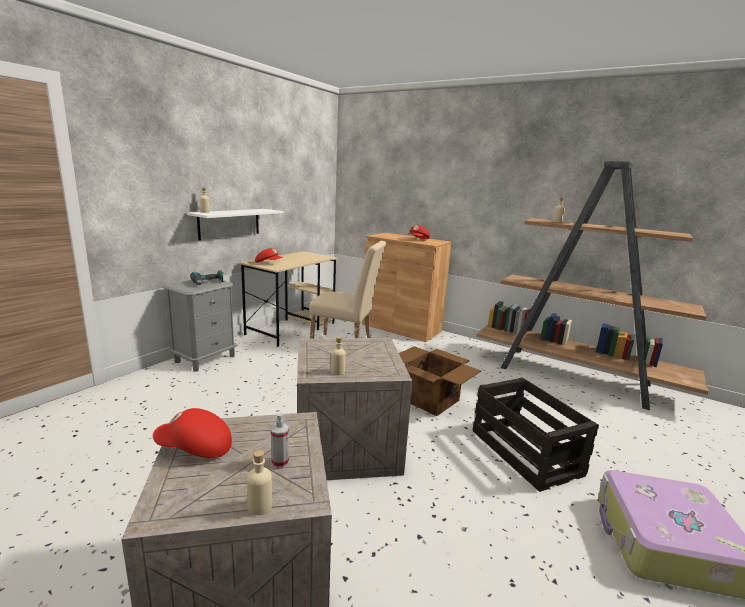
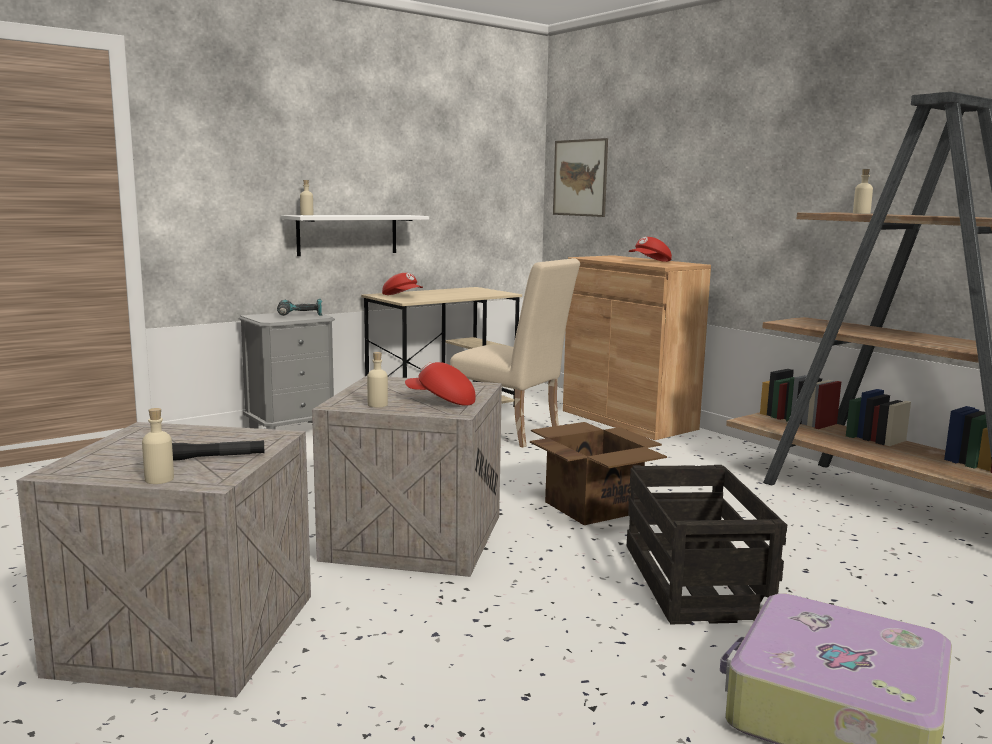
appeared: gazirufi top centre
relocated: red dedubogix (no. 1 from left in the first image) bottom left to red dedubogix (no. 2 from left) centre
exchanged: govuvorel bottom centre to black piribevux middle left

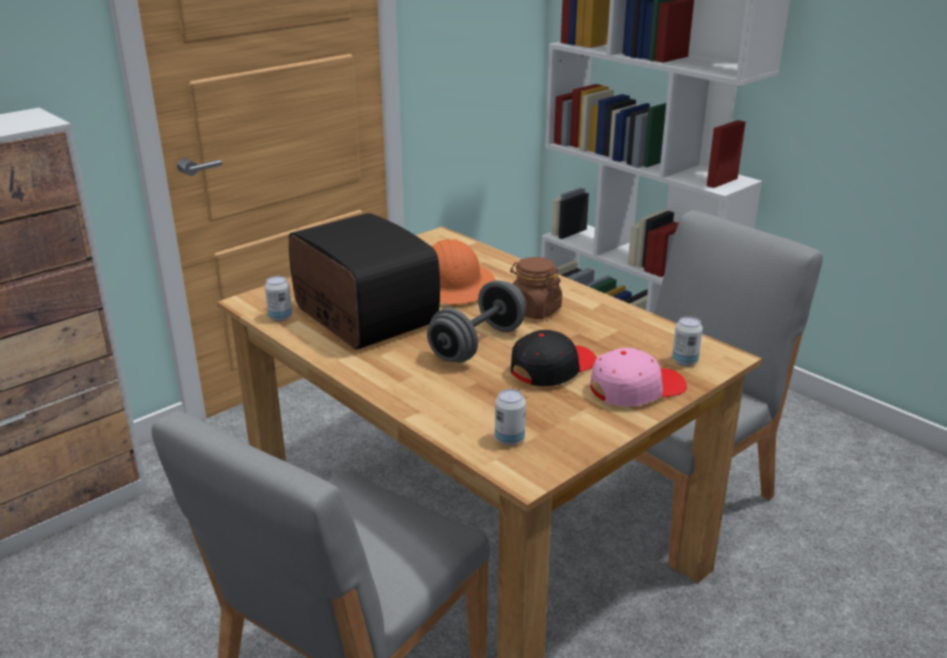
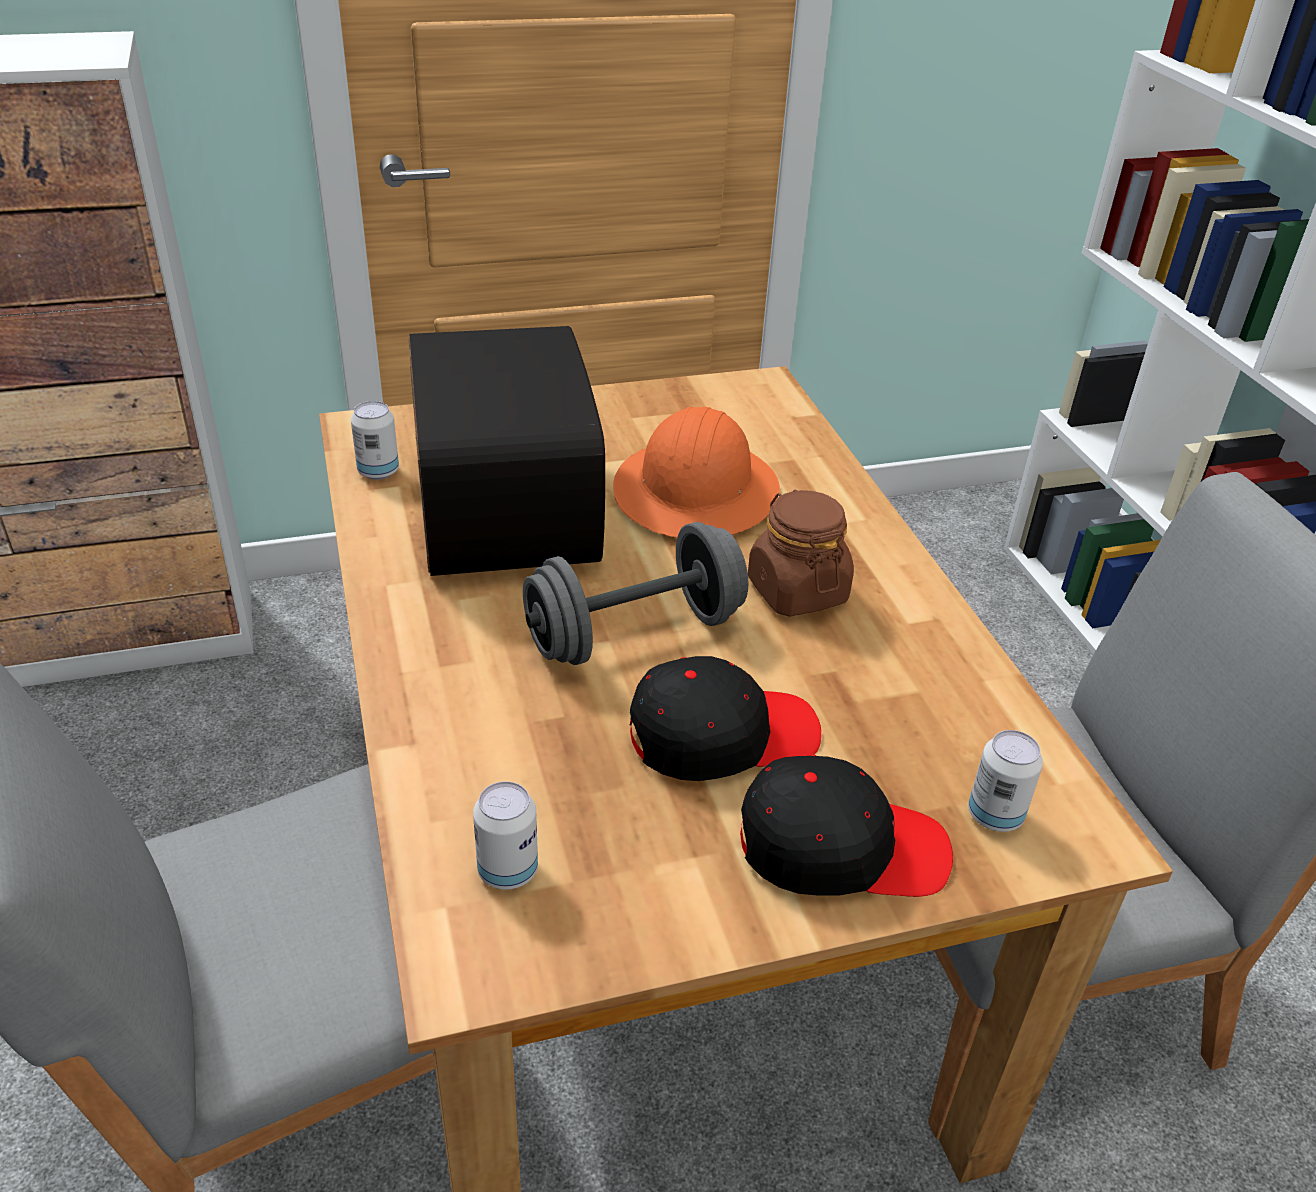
colour: pink dedubogix middle right to black dedubogix (no. 2 from left) bottom centre

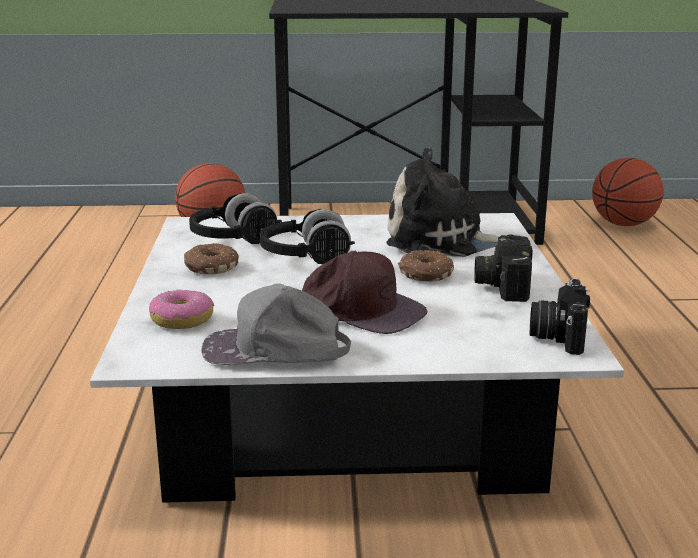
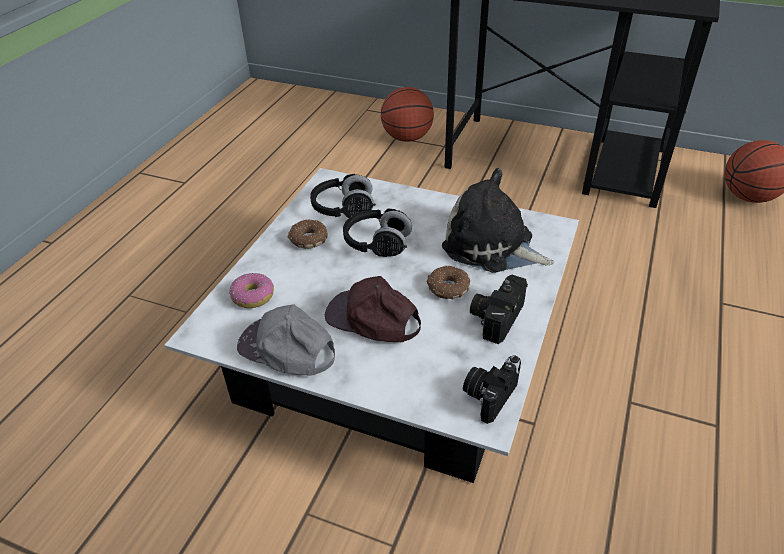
spun: brown dedubogix centre = centre 150 degrees clockwise

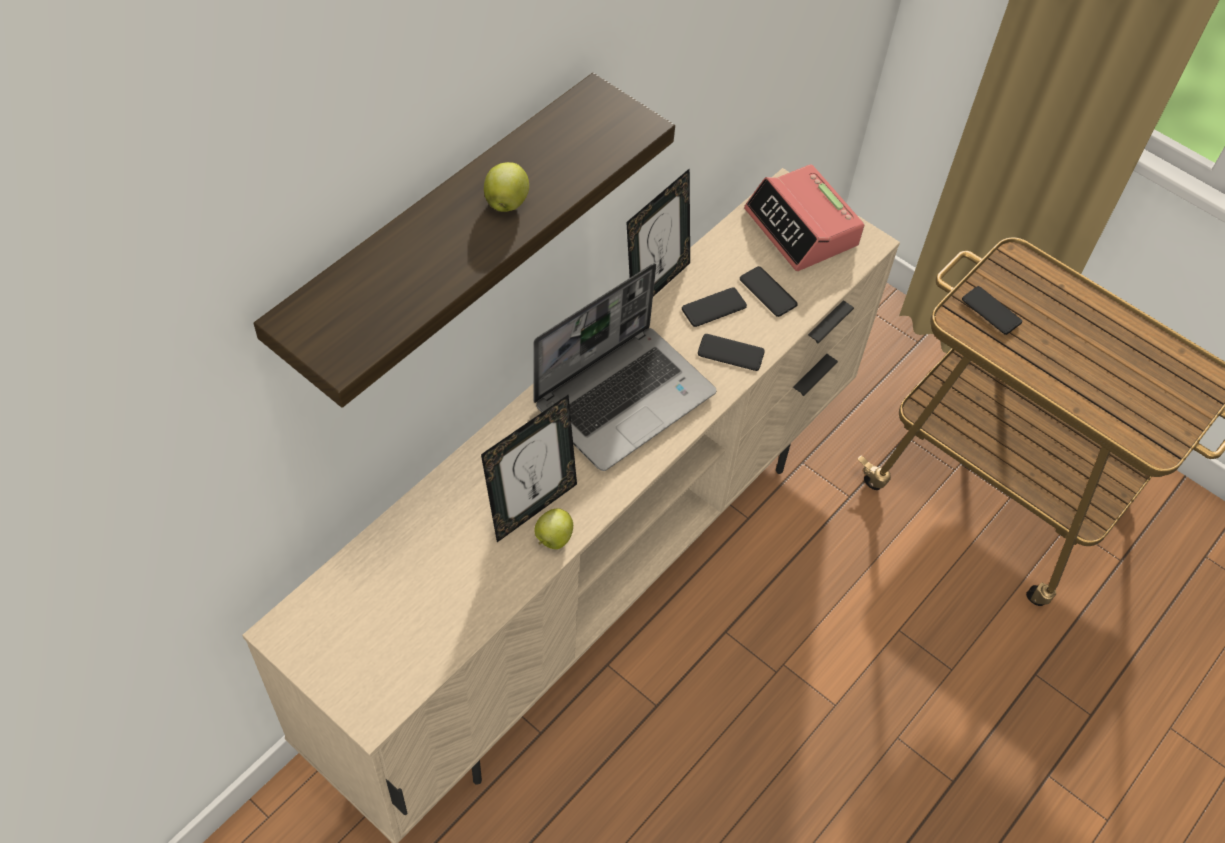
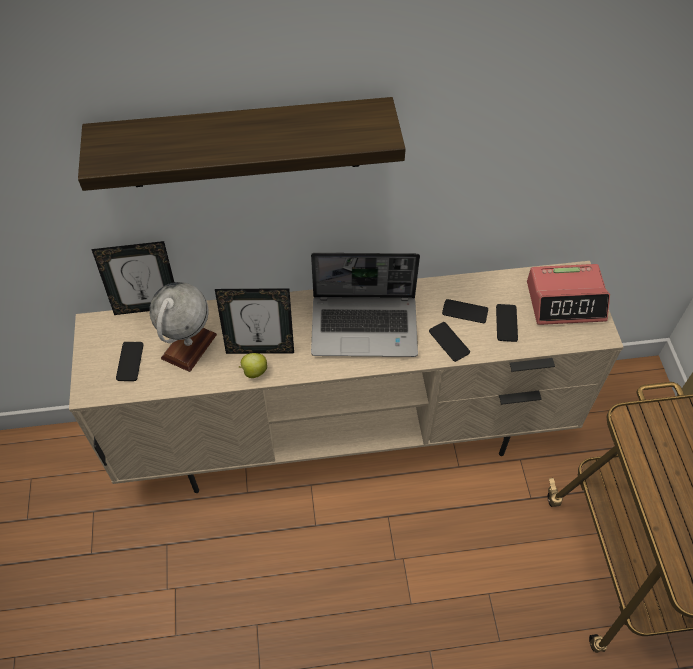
missing: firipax (no. 1 from left) top centre
appeared: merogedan middle left
relocated: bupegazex (no. 2 from left in the first image) top centre to bupegazex (no. 1 from left) middle left; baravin (no. 4 from left in the first image) middle right to baravin (no. 1 from left) middle left
spun: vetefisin top centre = middle right 105 degrees counterclockwise

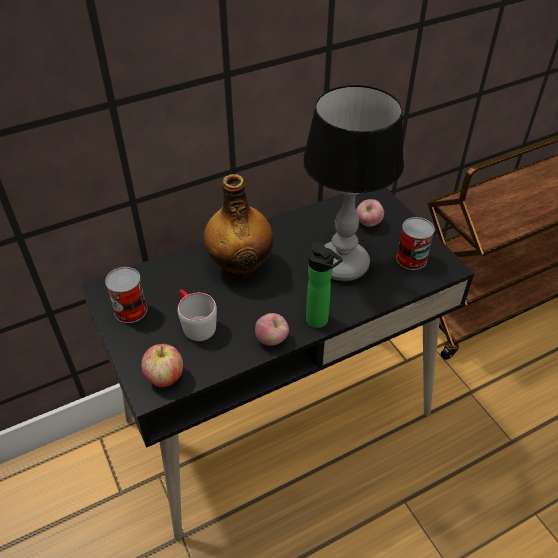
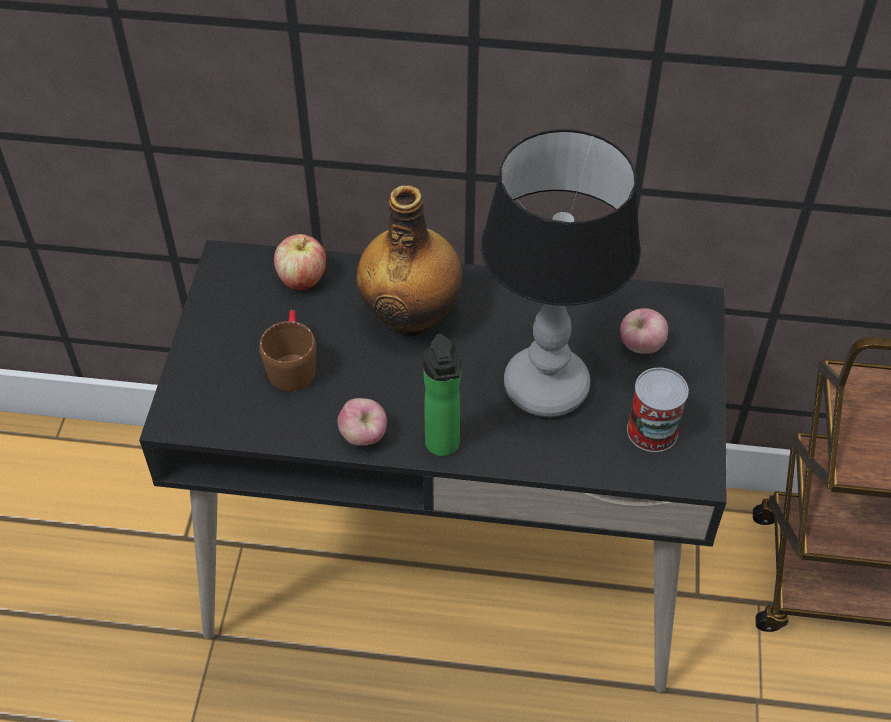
missing: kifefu (no. 1 from left) middle left
relocated: firipax (no. 1 from left) middle left to centre
colour: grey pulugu centre to brown pulugu middle left

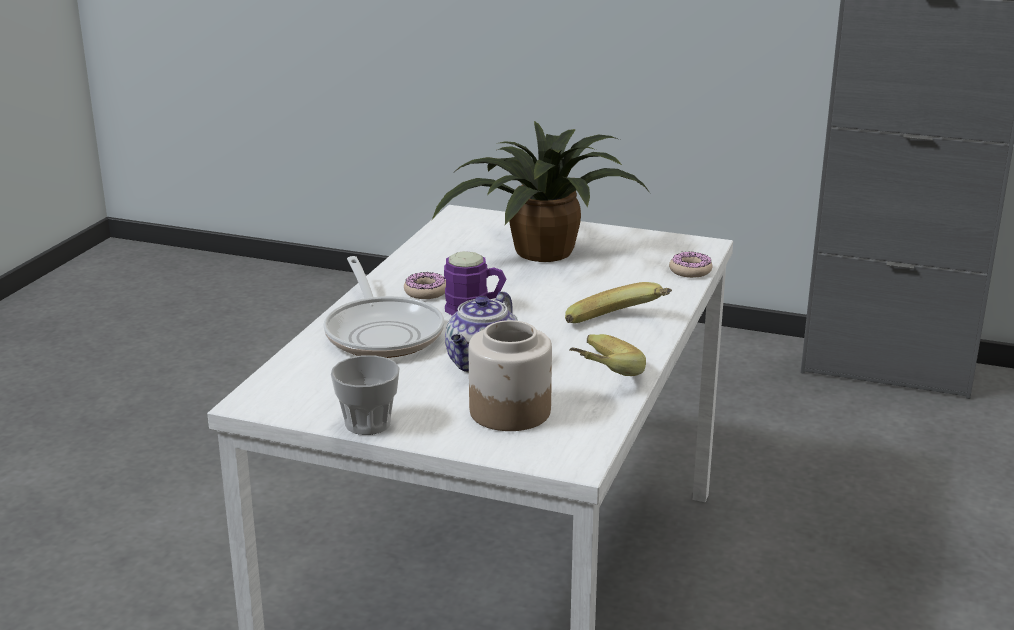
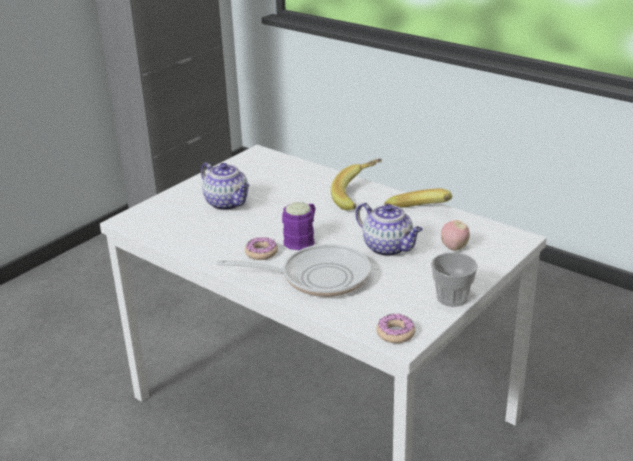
relocated: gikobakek (no. 2 from left) middle right to bottom centre
exchanged: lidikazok top centre to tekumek (no. 1 from left) centre; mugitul centre to firipax middle right

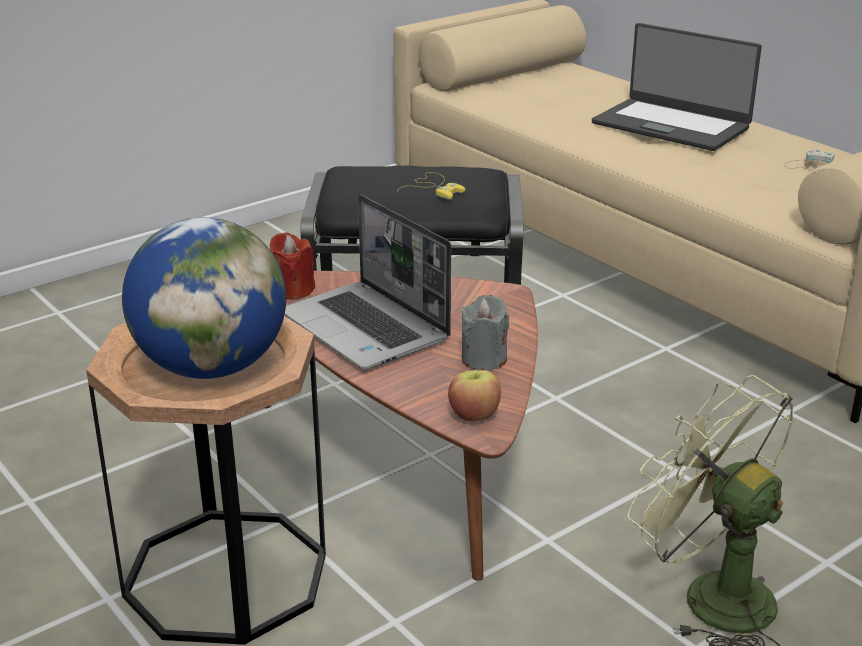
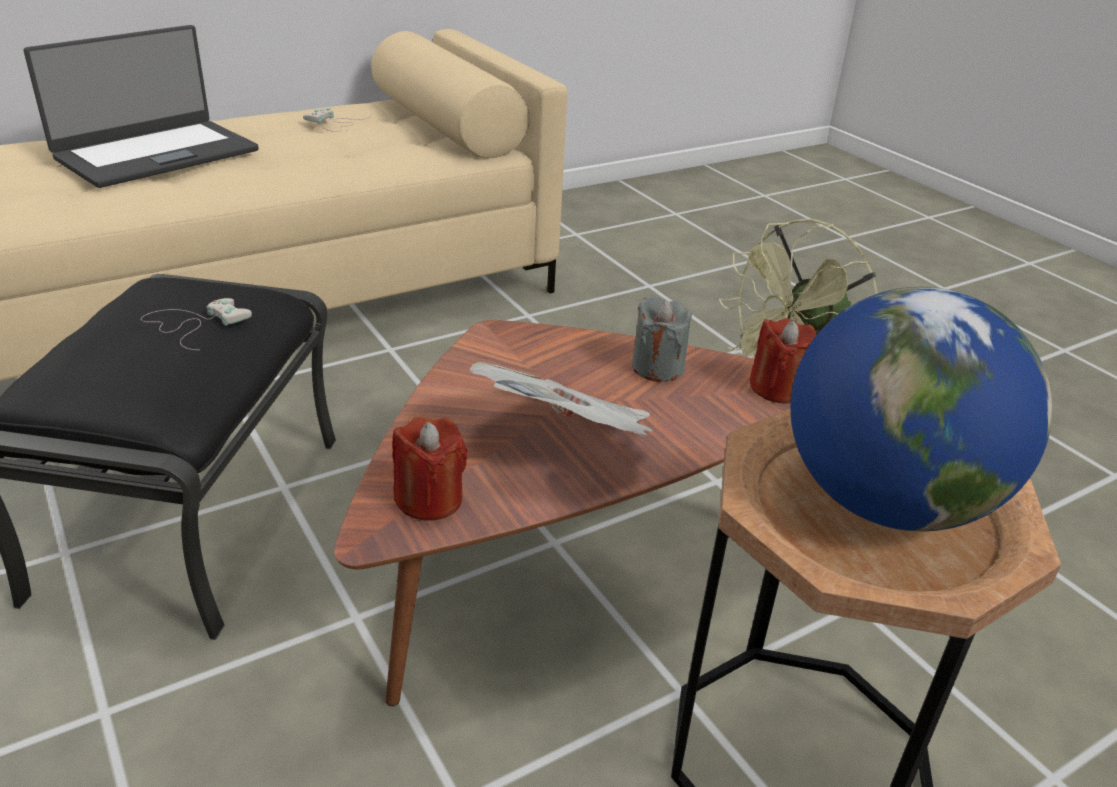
exchanged: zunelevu (no. 1 from left) centre to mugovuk centre; firipax centre to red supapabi (no. 2 from left) middle right
colour: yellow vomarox top centre to white vomarox (no. 1 from left) middle left

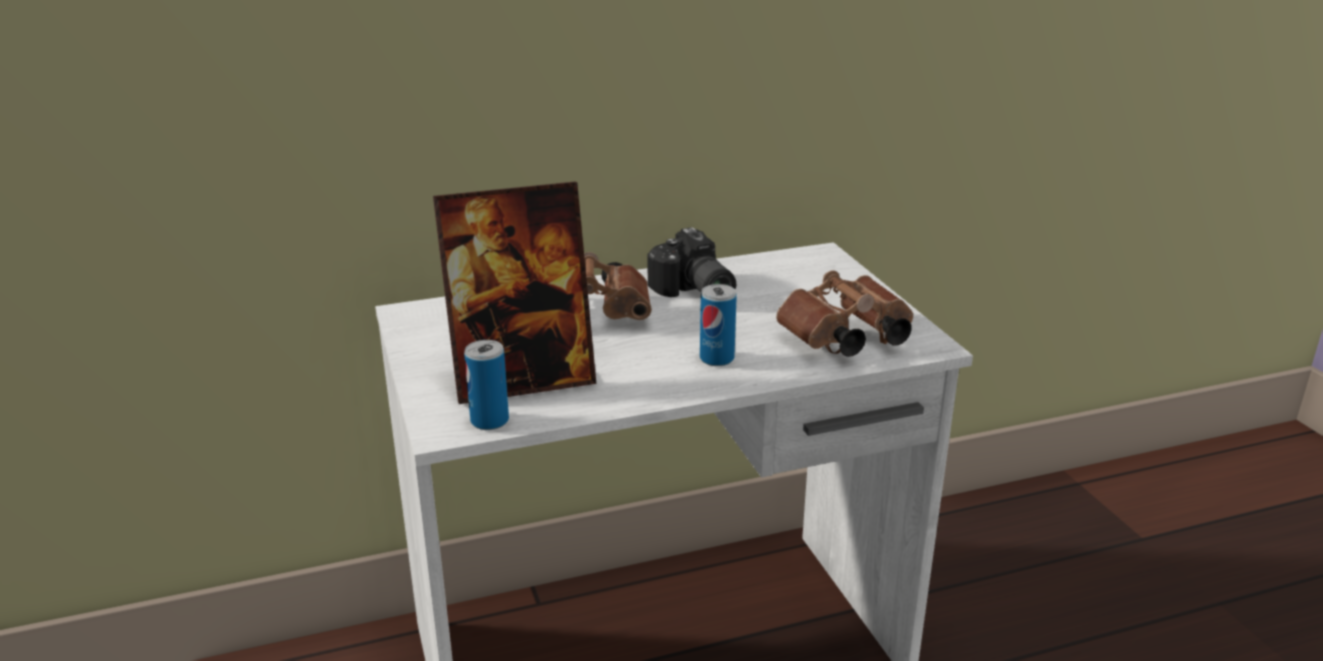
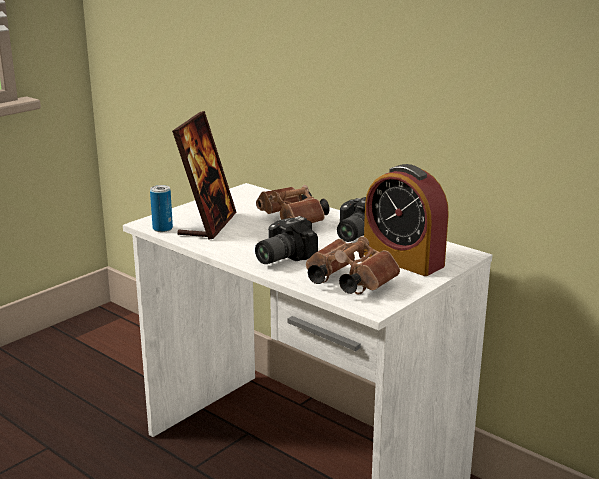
appeared: vetefisin middle right
exchanged: kifefu (no. 2 from left) centre to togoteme (no. 1 from left) centre
spun: bupegazex centre = centre 120 degrees counterclockwise

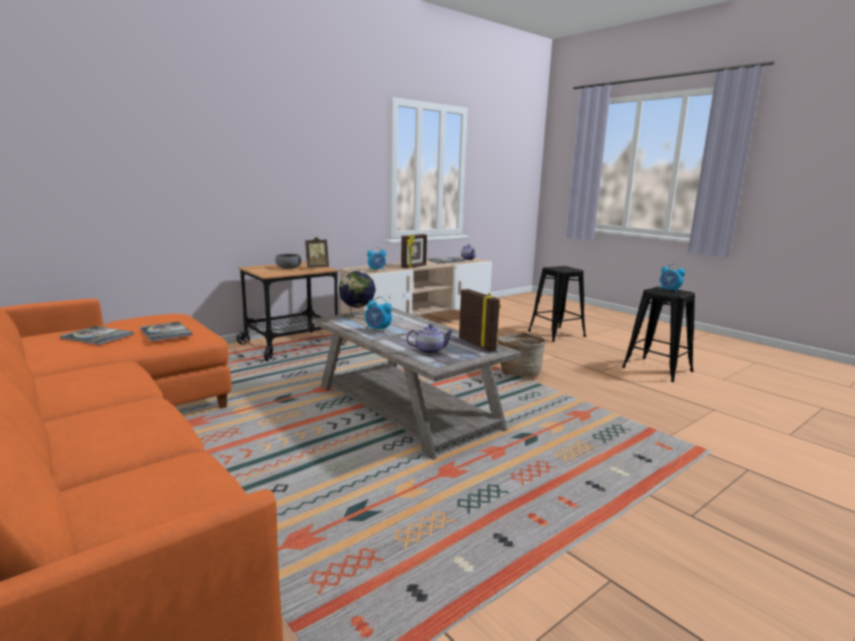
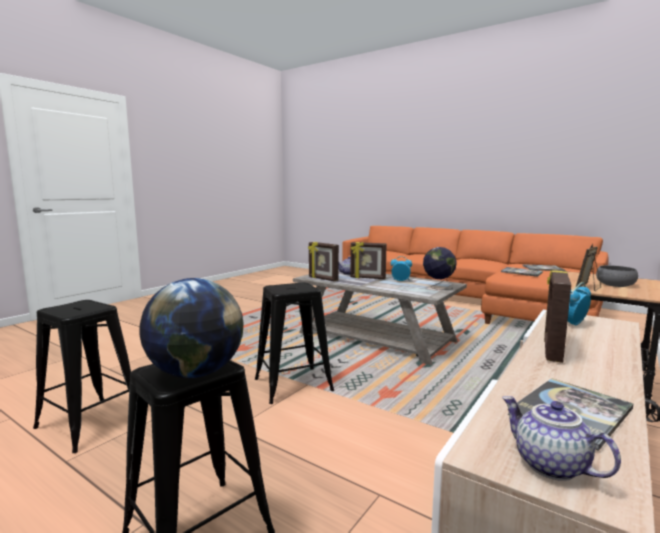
missing: vetefisin (no. 3 from left) middle right
appeared: merogedan (no. 1 from left) middle left; bupegazex (no. 2 from left) centre
exchanged: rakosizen centre to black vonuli (no. 3 from left) centre

